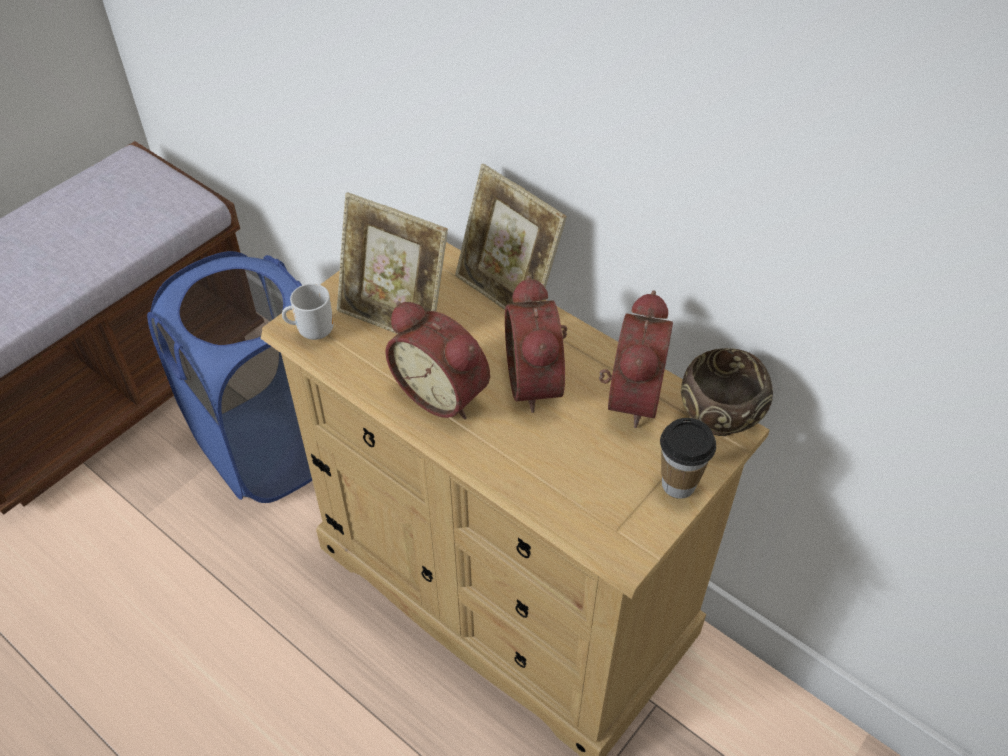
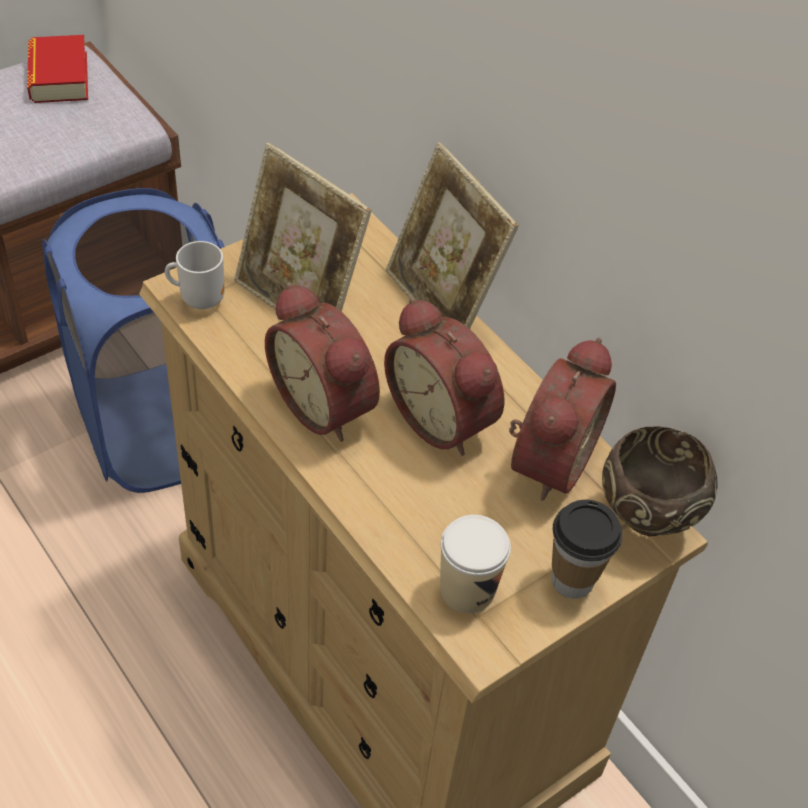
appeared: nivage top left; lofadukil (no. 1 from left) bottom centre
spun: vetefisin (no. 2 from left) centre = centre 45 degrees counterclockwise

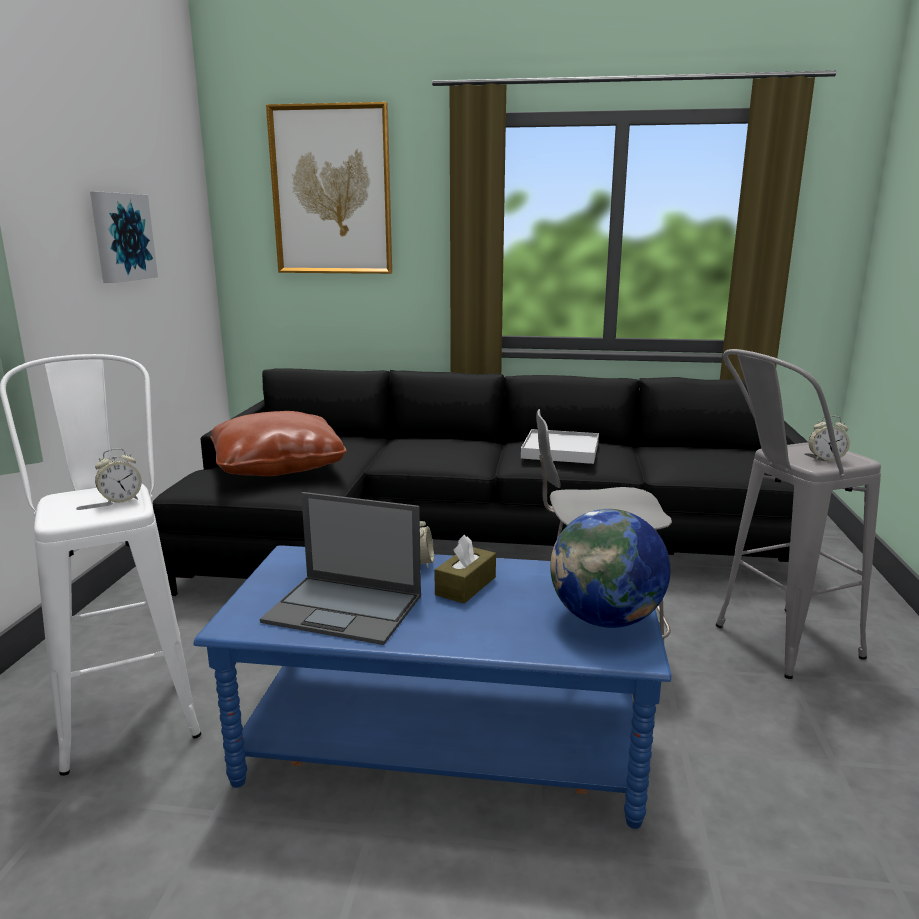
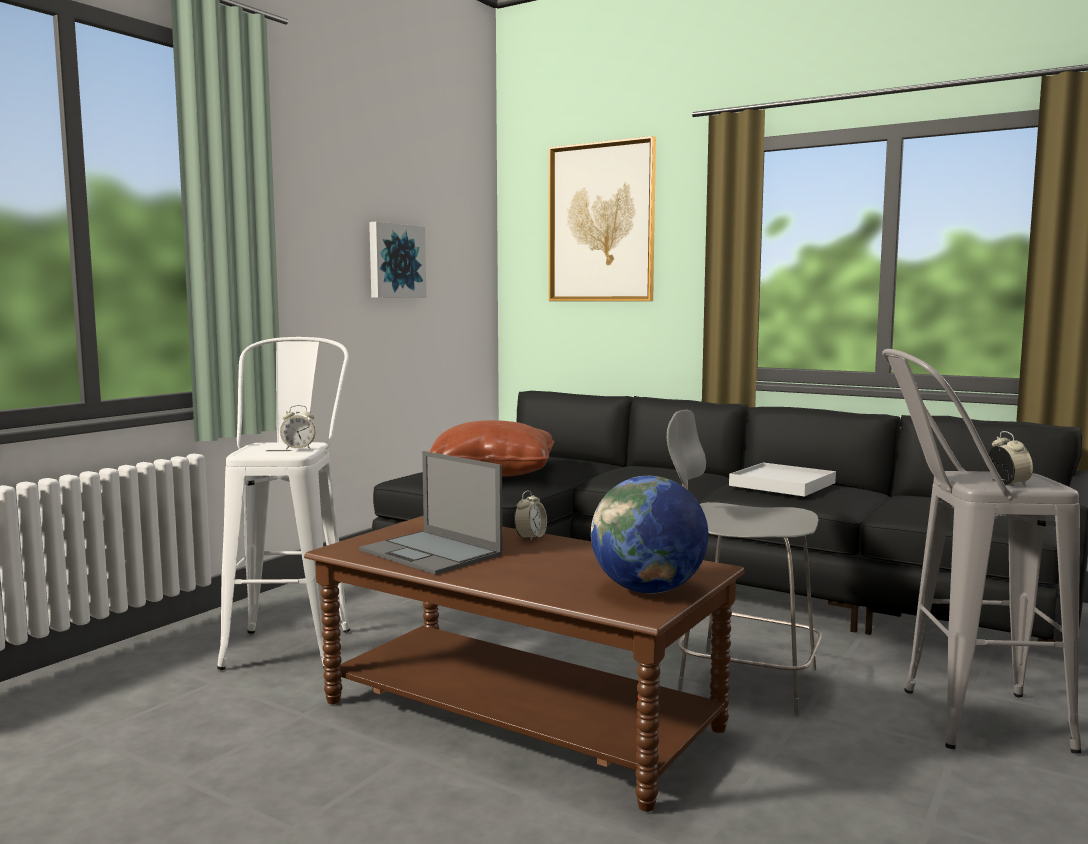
missing: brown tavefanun centre
colour: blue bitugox bottom centre to brown bitugox bottom centre
spun: vetefisin (no. 3 from left) middle right = middle right 135 degrees counterclockwise

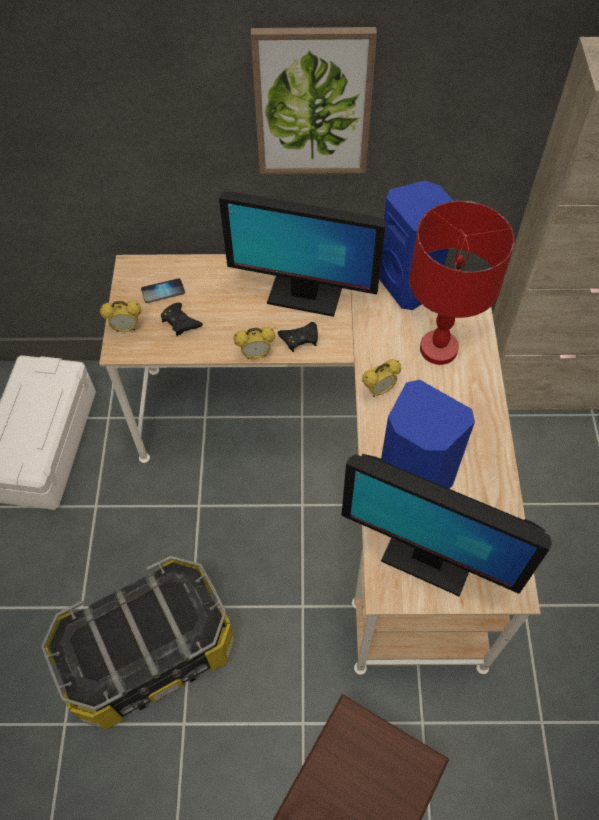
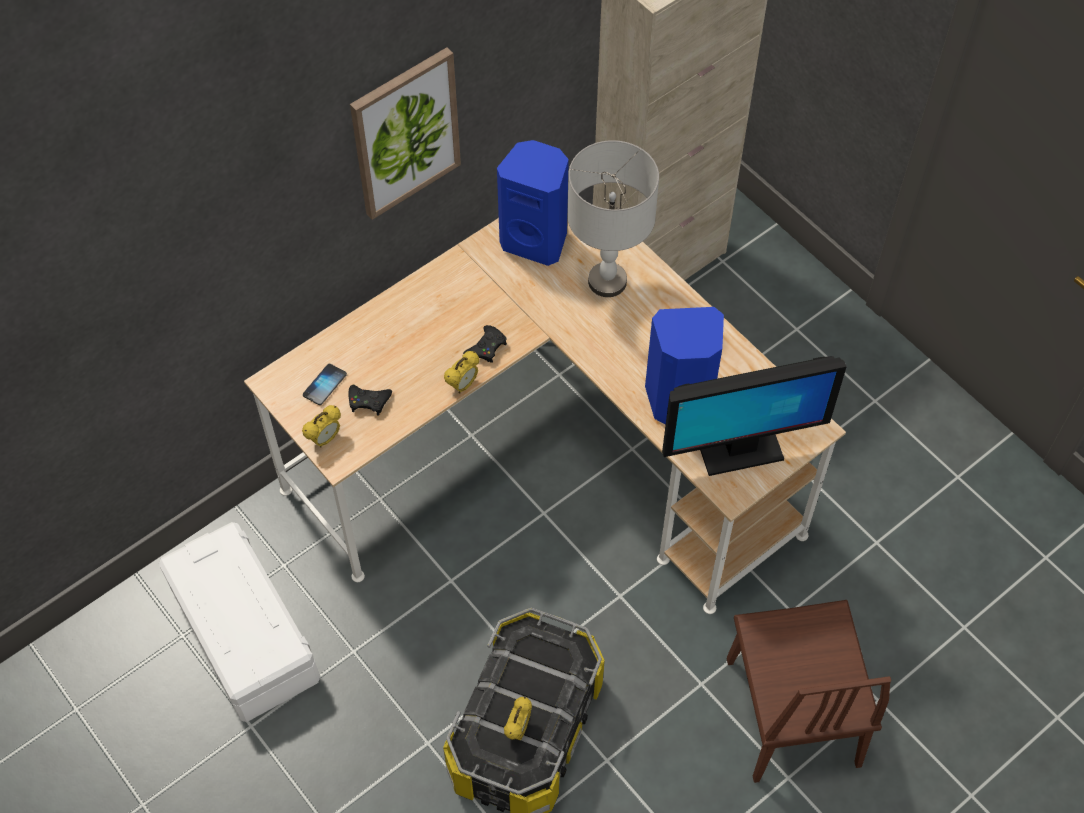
missing: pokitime (no. 1 from left) top centre
relocated: vetefisin (no. 3 from left) centre to bottom centre
colour: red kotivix middle right to grey kotivix top centre

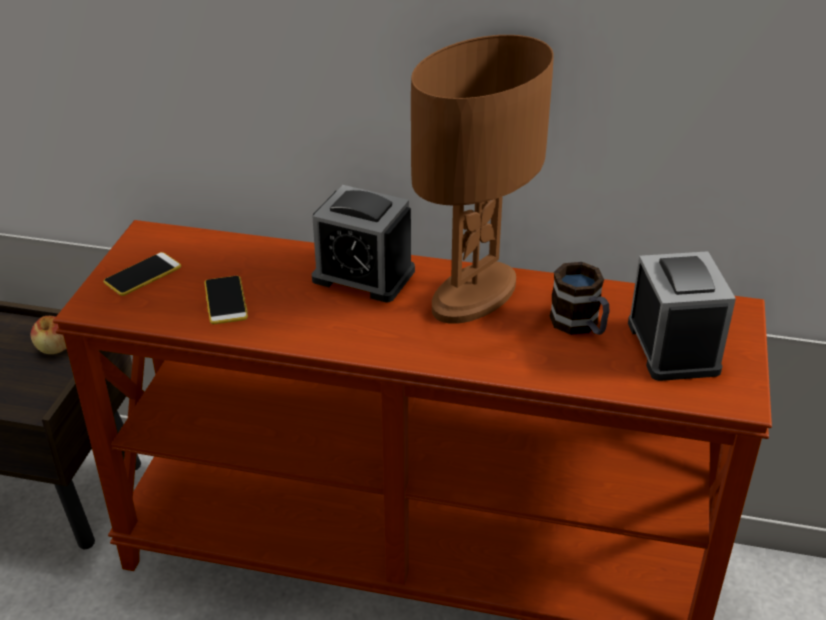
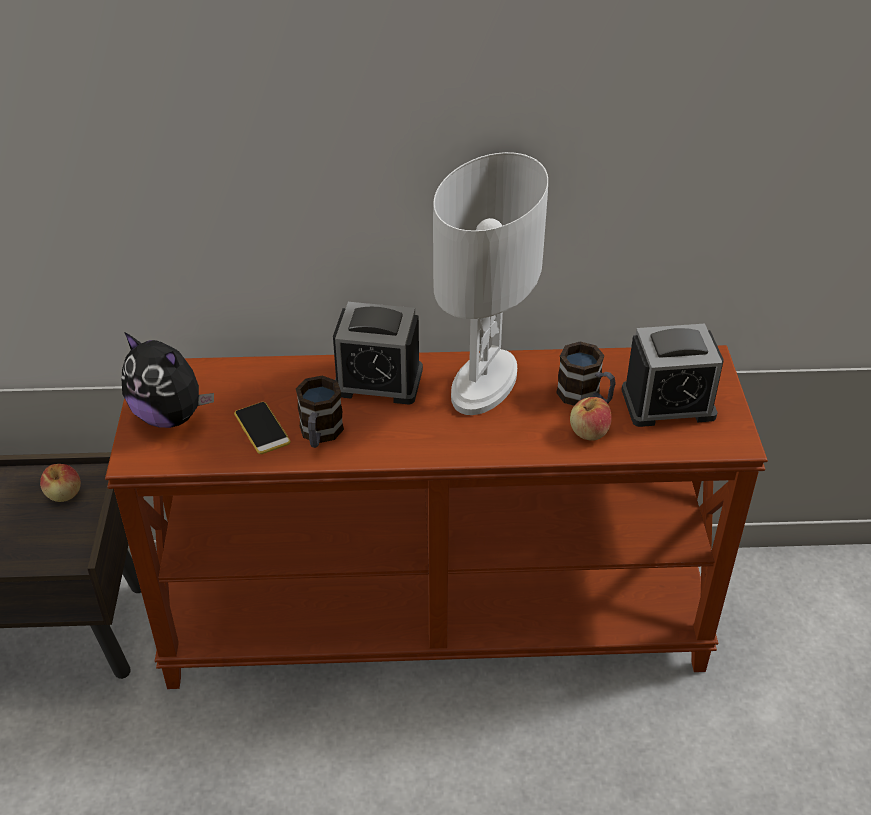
appeared: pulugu (no. 1 from left) centre; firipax (no. 2 from left) middle right
exchanged: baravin (no. 1 from left) middle left to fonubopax middle left
colour: brown kotivix top centre to white kotivix centre
spun: vetefisin (no. 2 from left) middle right = middle right 105 degrees clockwise

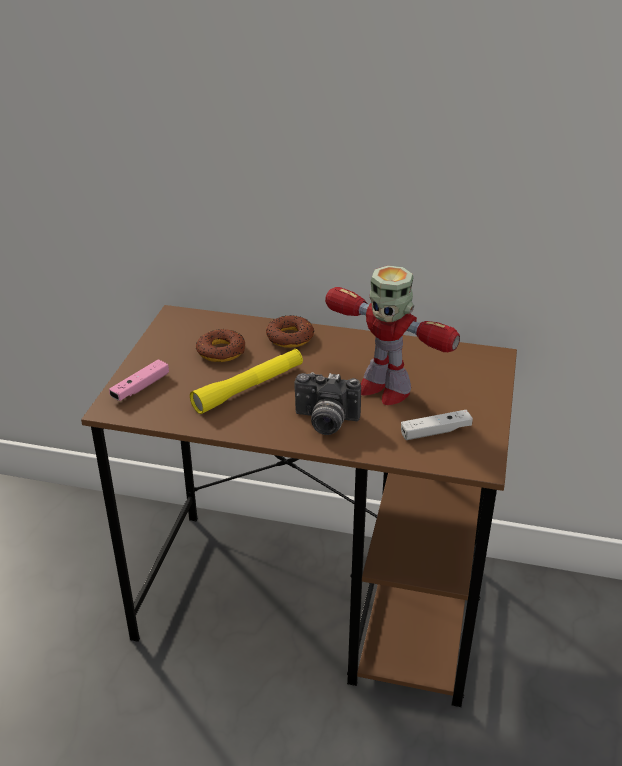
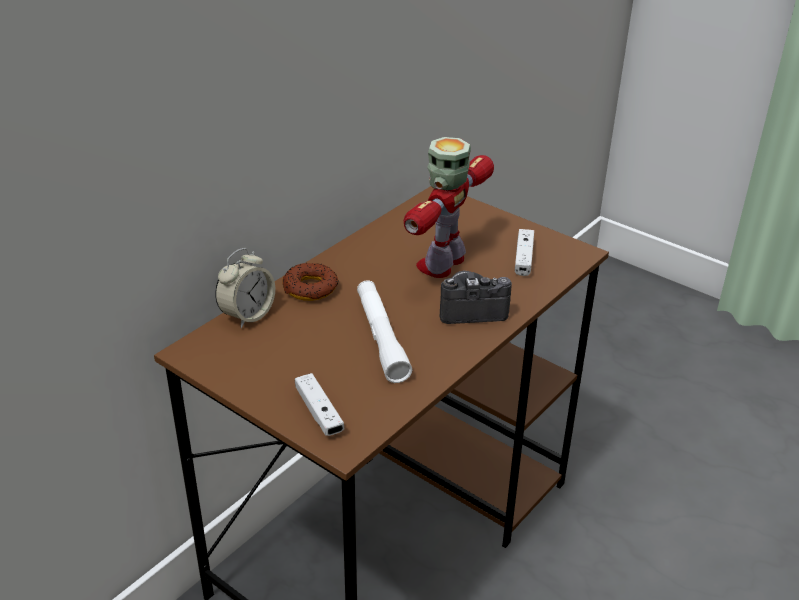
missing: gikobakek (no. 1 from left) centre
appeared: vetefisin middle left
colour: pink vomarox middle left to white vomarox (no. 1 from left) bottom centre; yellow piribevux centre to white piribevux centre
spun: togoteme centre = centre 135 degrees counterclockwise; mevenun centre = centre 150 degrees clockwise

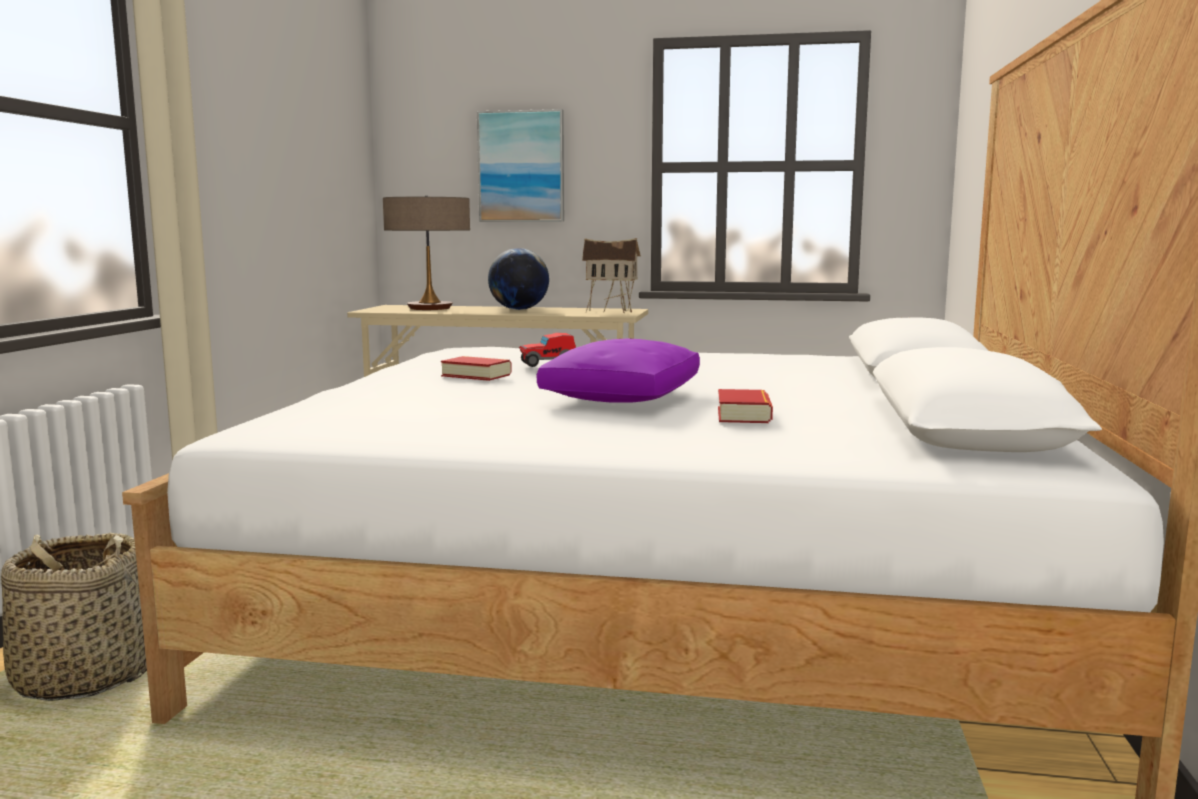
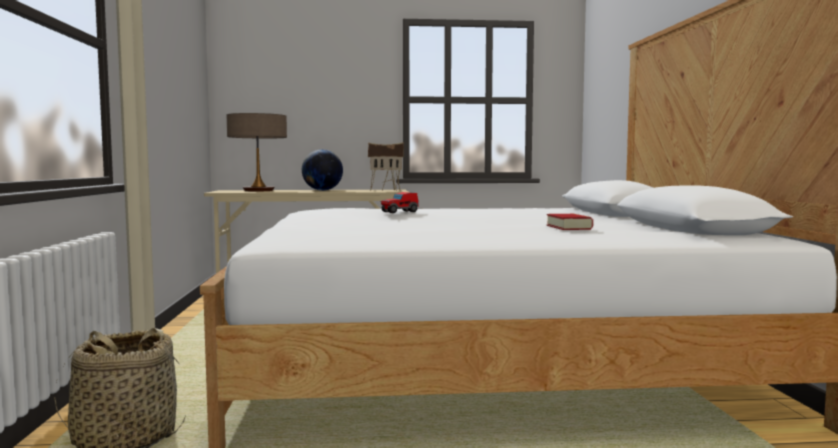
missing: nivage (no. 1 from left) centre; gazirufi top centre; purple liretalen centre

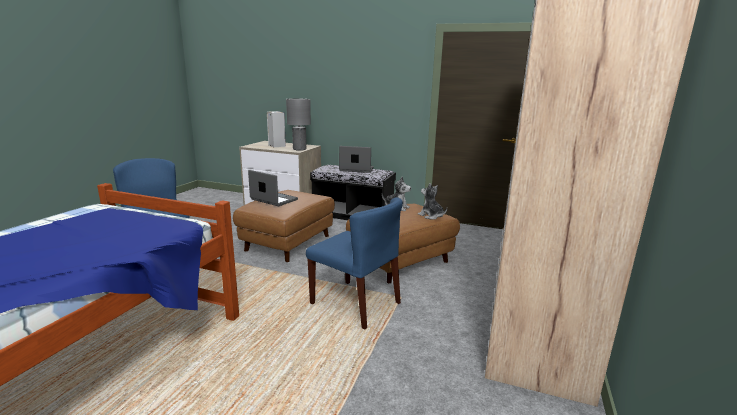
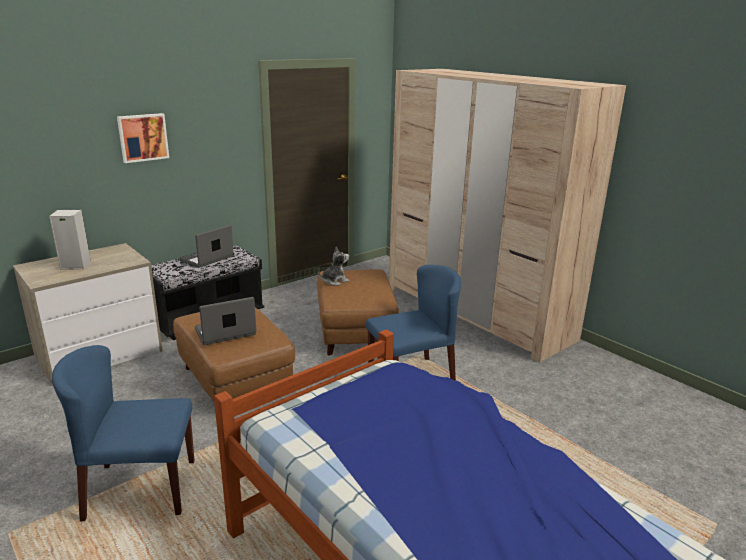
missing: grey kotivix top centre; fonubopax (no. 2 from left) centre
appeared: gazirufi top left

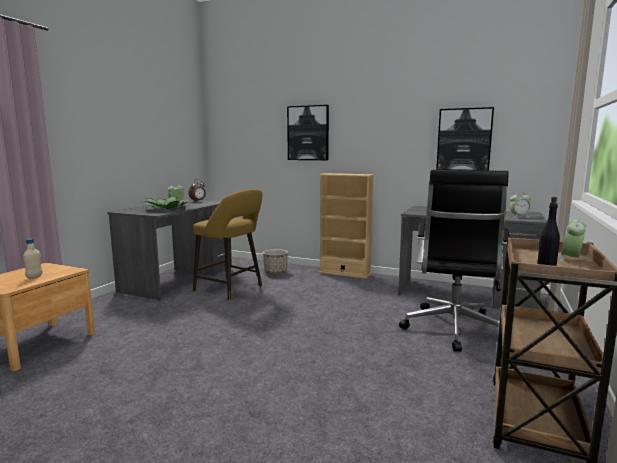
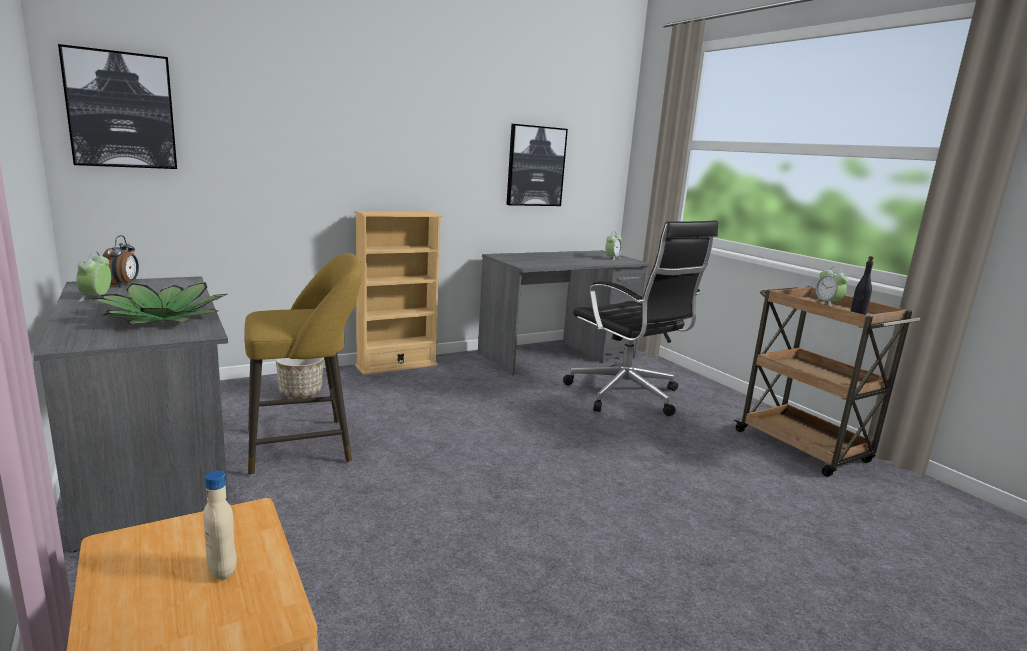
relocated: gazirufi (no. 1 from left) top centre to top left

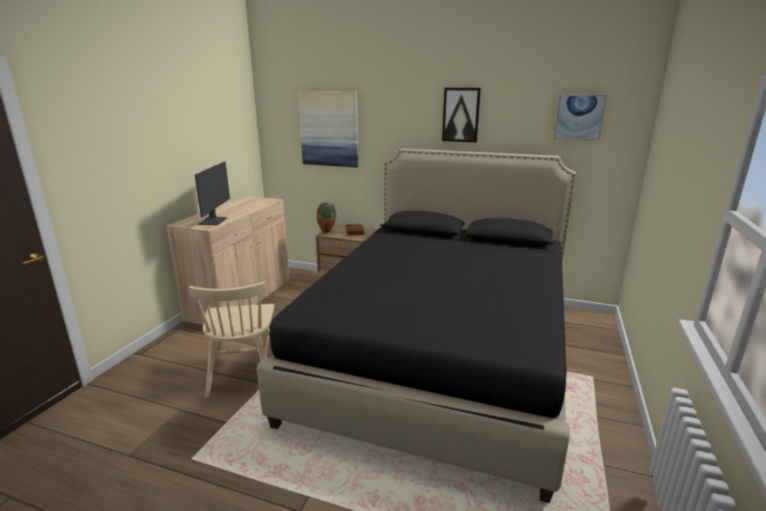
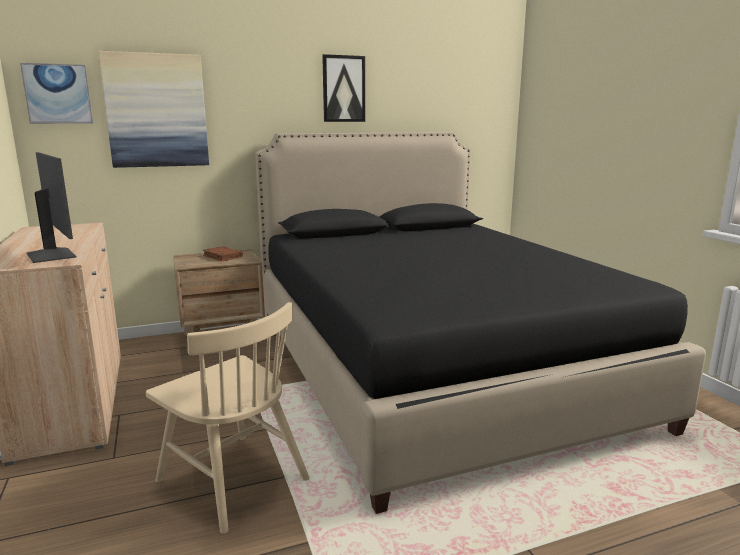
missing: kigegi centre
relocated: gazirufi (no. 3 from left in the first image) top right to gazirufi (no. 1 from left) top left

